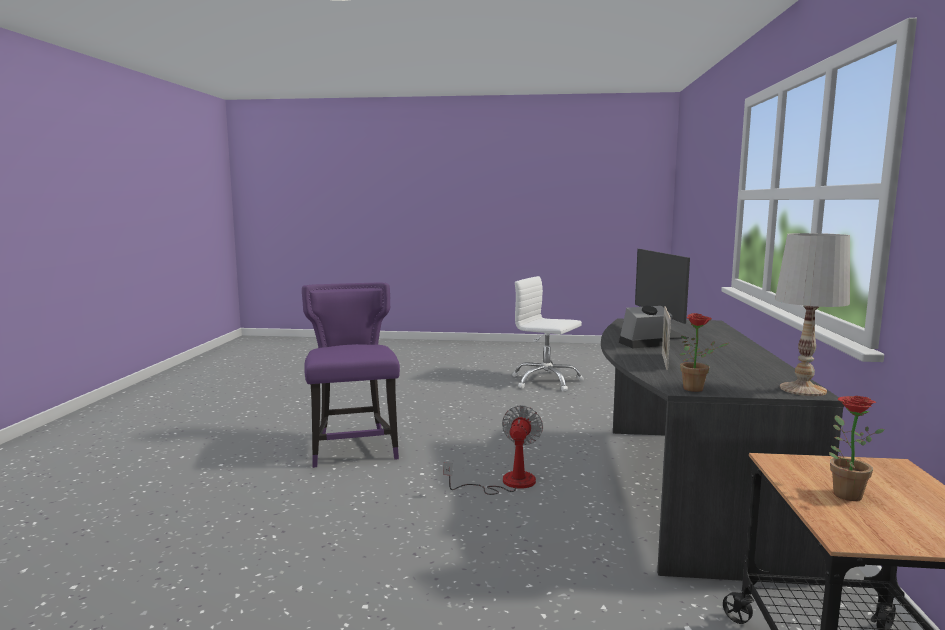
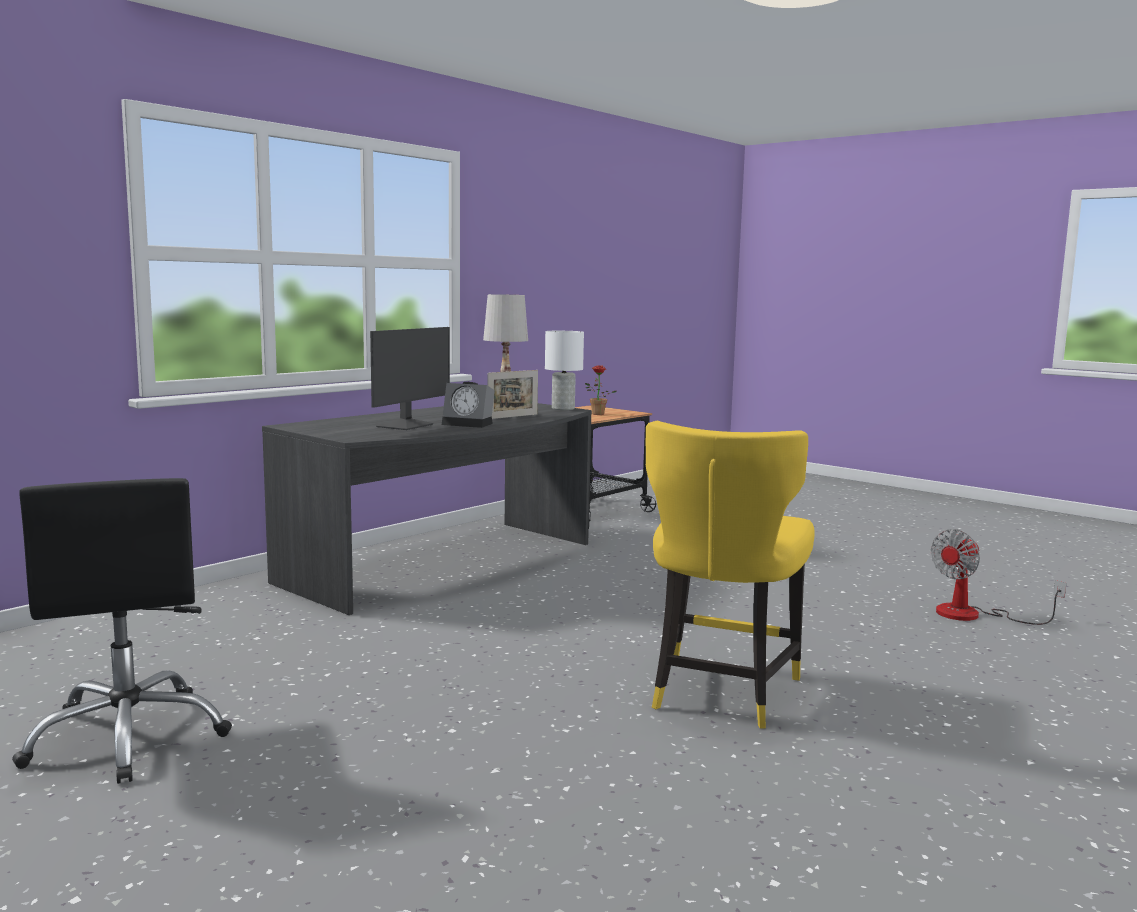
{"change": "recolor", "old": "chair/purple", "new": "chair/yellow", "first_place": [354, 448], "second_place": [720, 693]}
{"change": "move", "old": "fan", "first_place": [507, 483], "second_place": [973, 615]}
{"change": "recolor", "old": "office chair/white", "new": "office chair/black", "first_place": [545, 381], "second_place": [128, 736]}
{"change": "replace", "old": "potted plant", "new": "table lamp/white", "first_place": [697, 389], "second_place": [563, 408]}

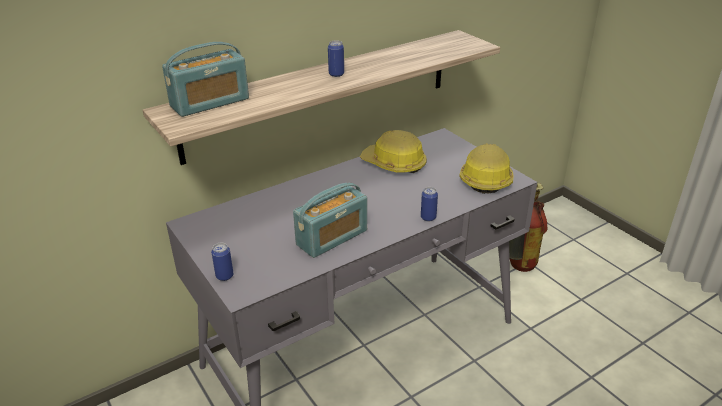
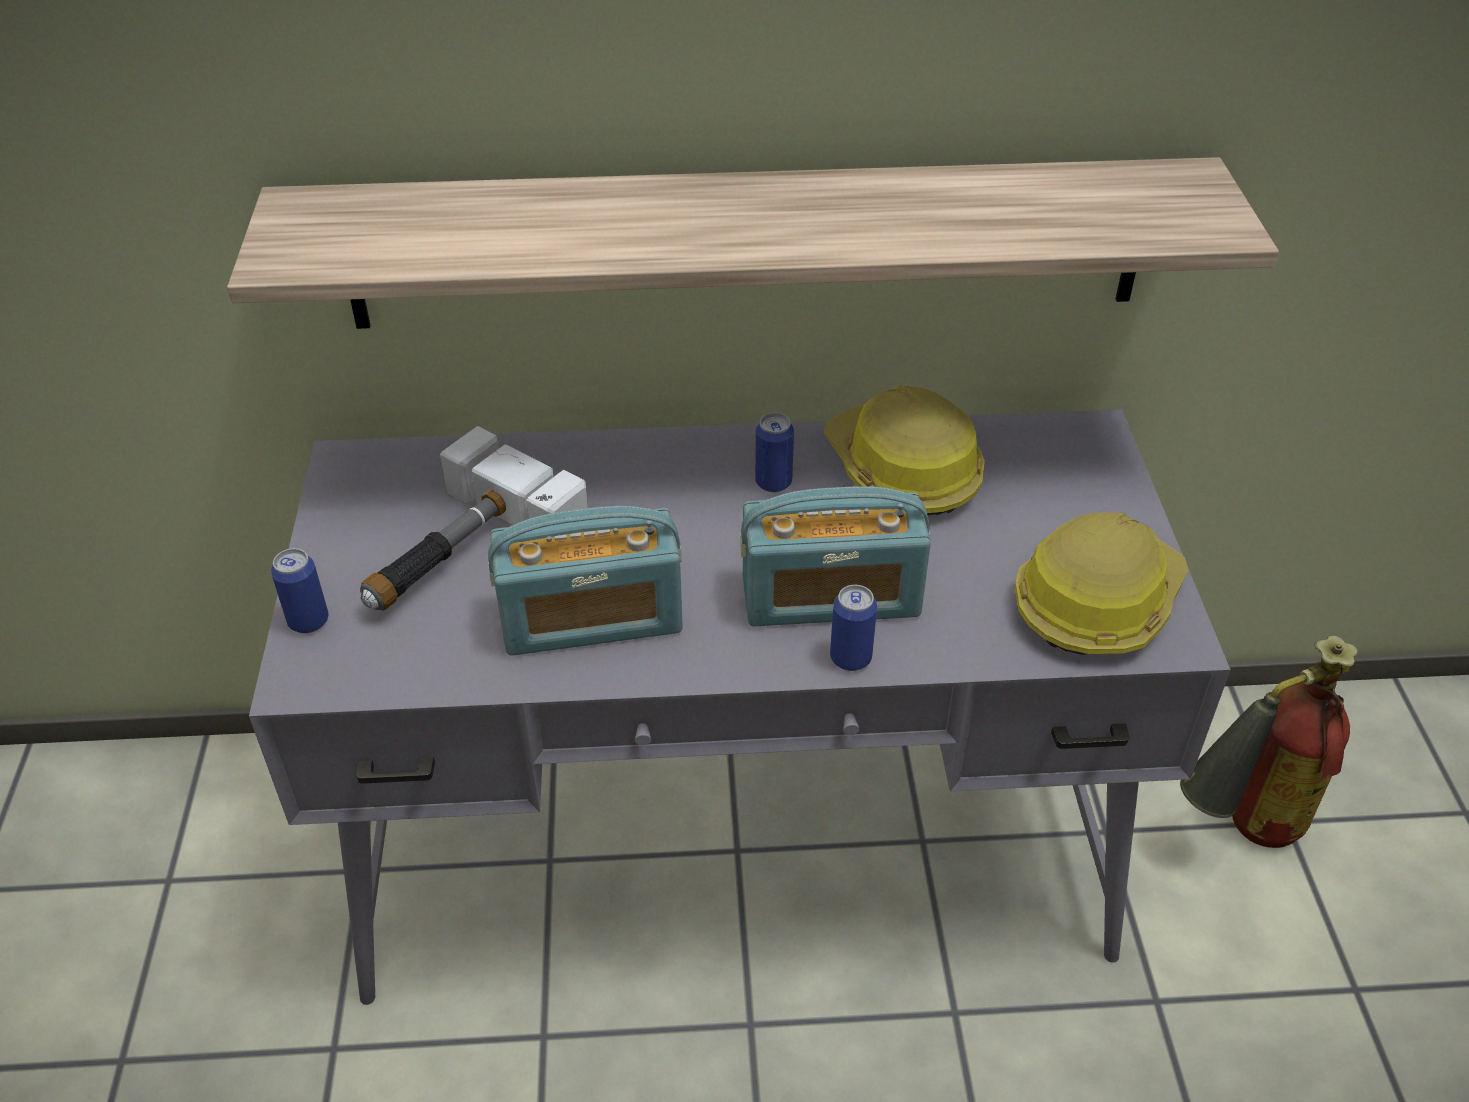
{"change": "move", "old": "radio", "first_place": [210, 103], "second_place": [830, 597]}
{"change": "move", "old": "can", "first_place": [336, 74], "second_place": [773, 482]}
{"change": "insert", "new": "hammer", "second_place": [461, 553]}

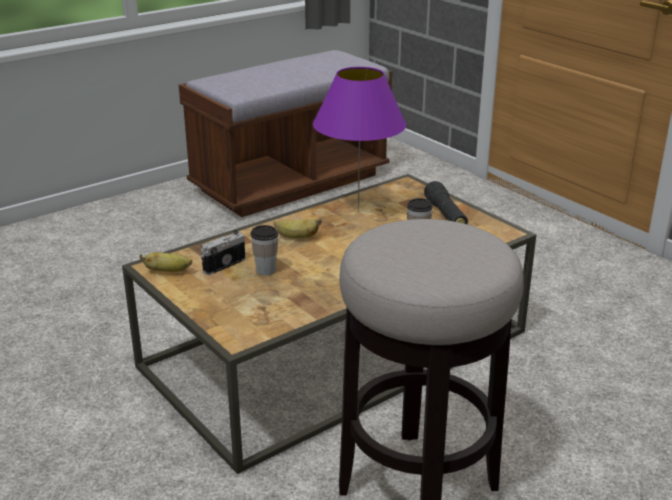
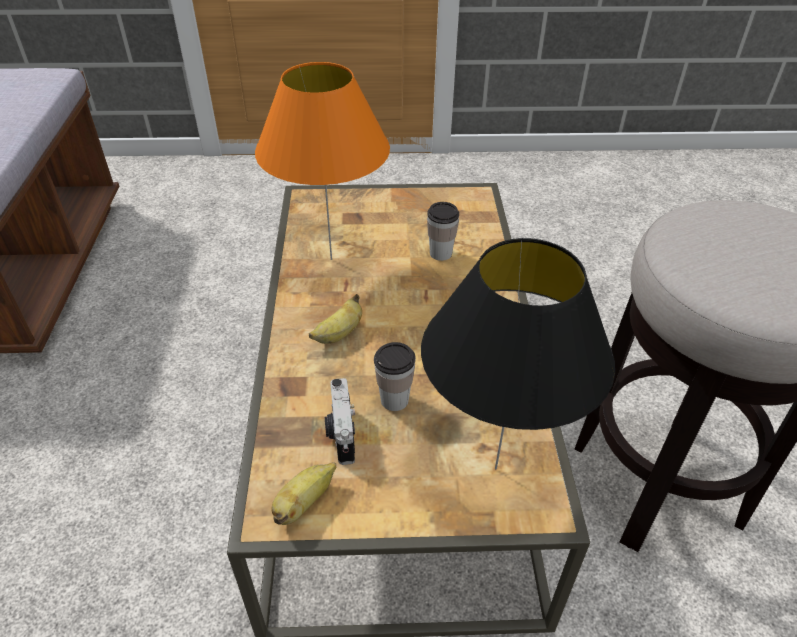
{"change": "recolor", "old": "table lamp/purple", "new": "table lamp/orange", "first_place": [358, 212], "second_place": [331, 259]}
{"change": "delete", "old": "flashlight/black", "first_place": [445, 215]}
{"change": "insert", "new": "table lamp/black", "second_place": [494, 468]}

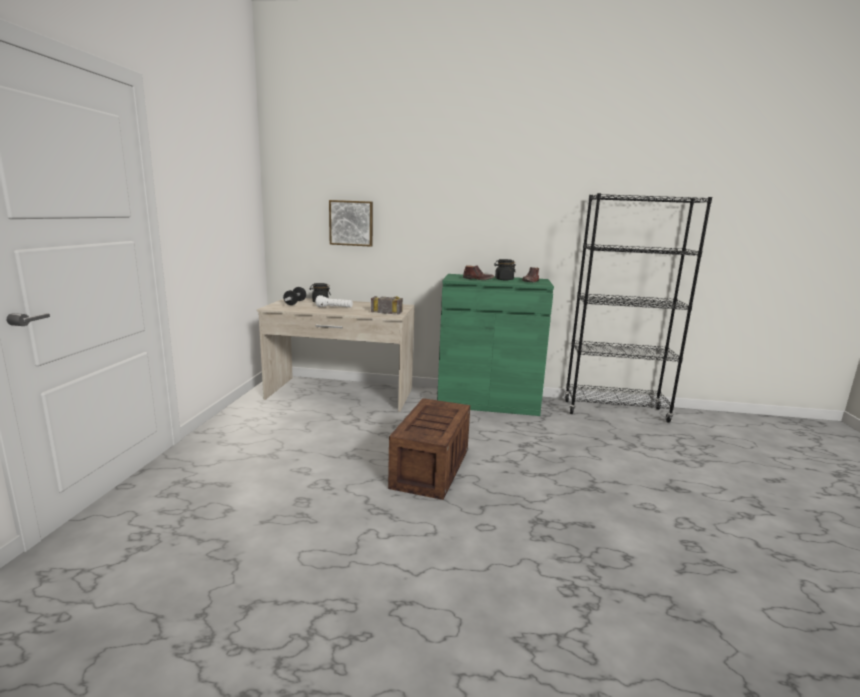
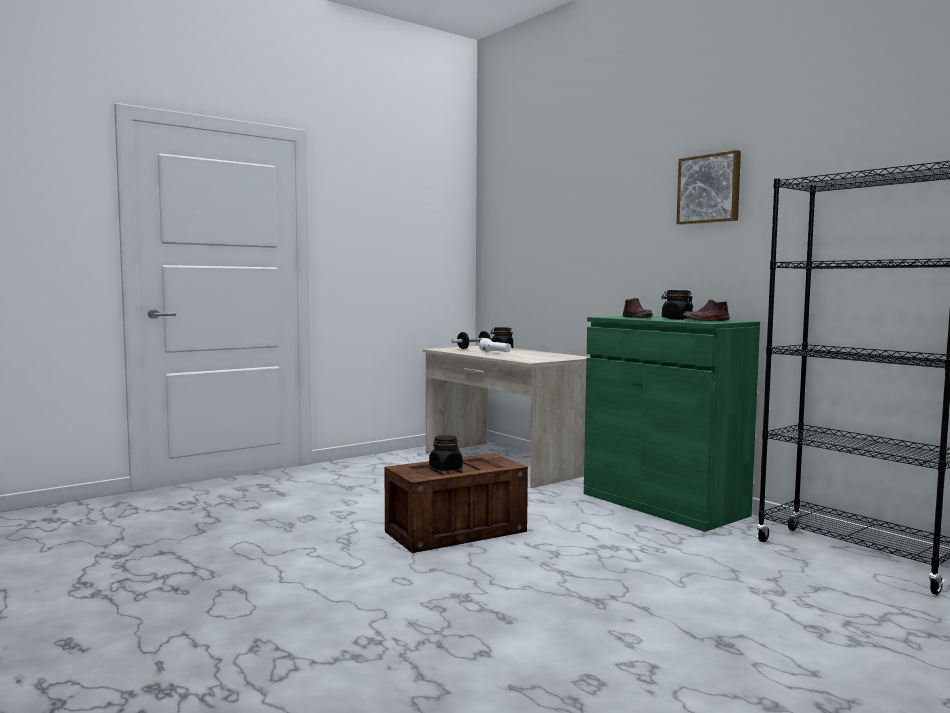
{"change": "move", "old": "picture", "first_place": [351, 223], "second_place": [709, 189]}
{"change": "delete", "old": "hammer", "first_place": [391, 309]}
{"change": "insert", "new": "jar/black", "second_place": [446, 468]}

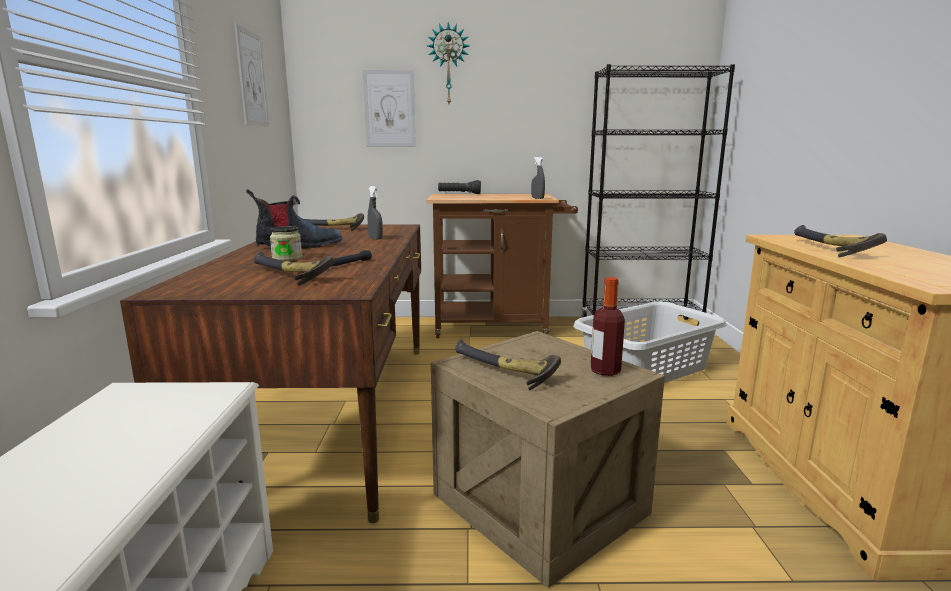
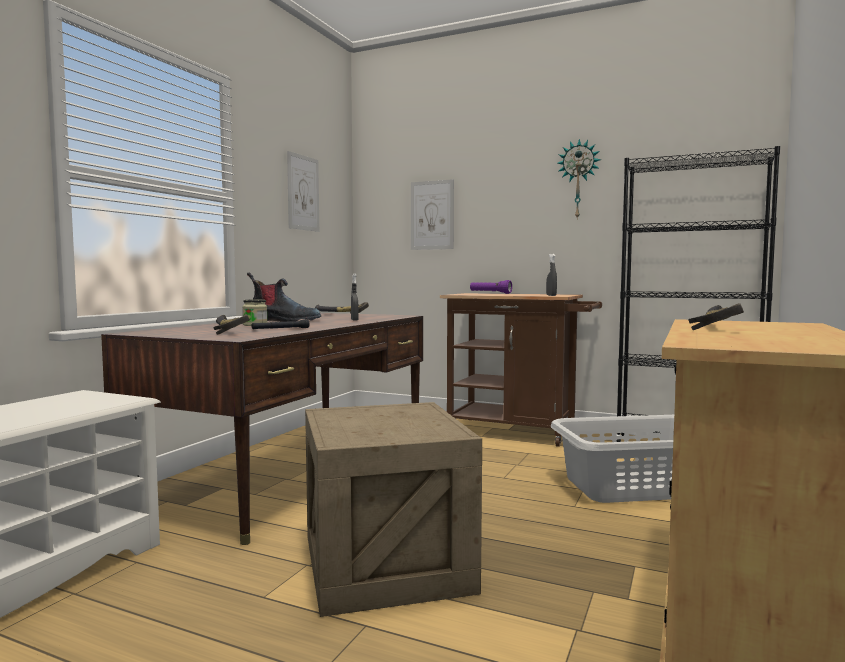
{"change": "move", "old": "wall clock", "first_place": [448, 65], "second_place": [578, 179]}
{"change": "recolor", "old": "flashlight/black", "new": "flashlight/purple", "first_place": [459, 193], "second_place": [490, 293]}
{"change": "delete", "old": "hammer", "first_place": [502, 372]}
{"change": "delete", "old": "bottle", "first_place": [605, 371]}

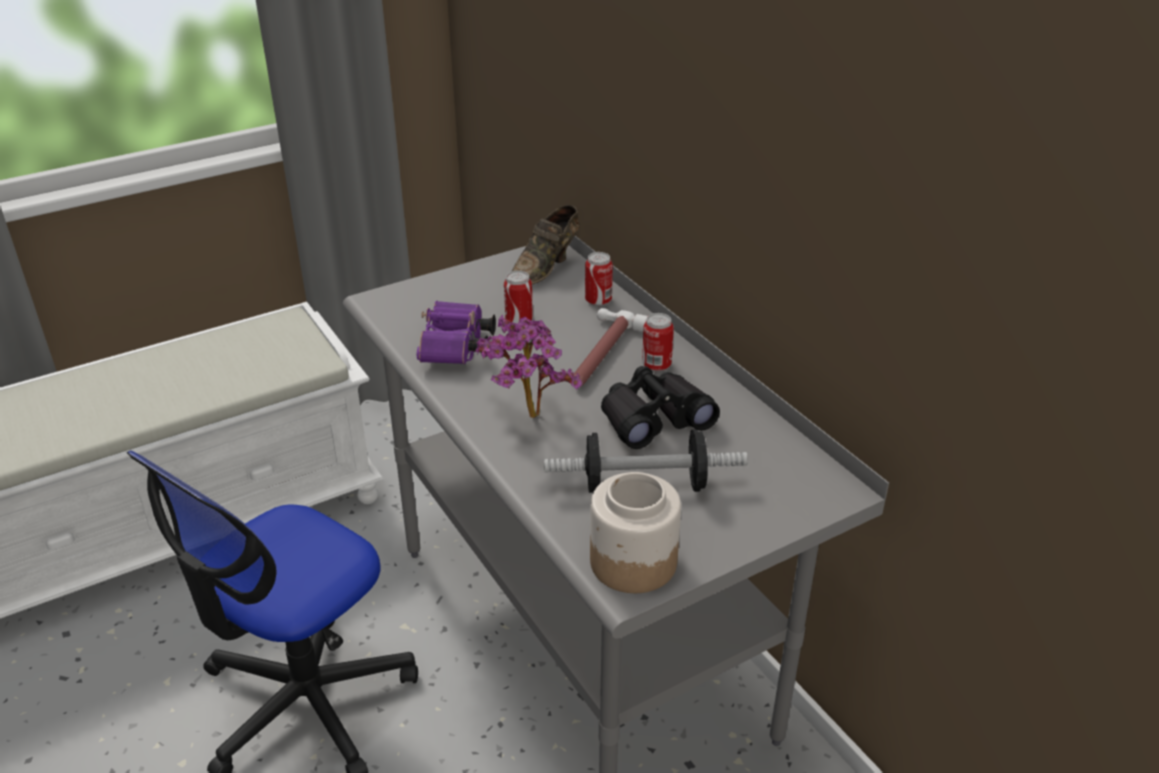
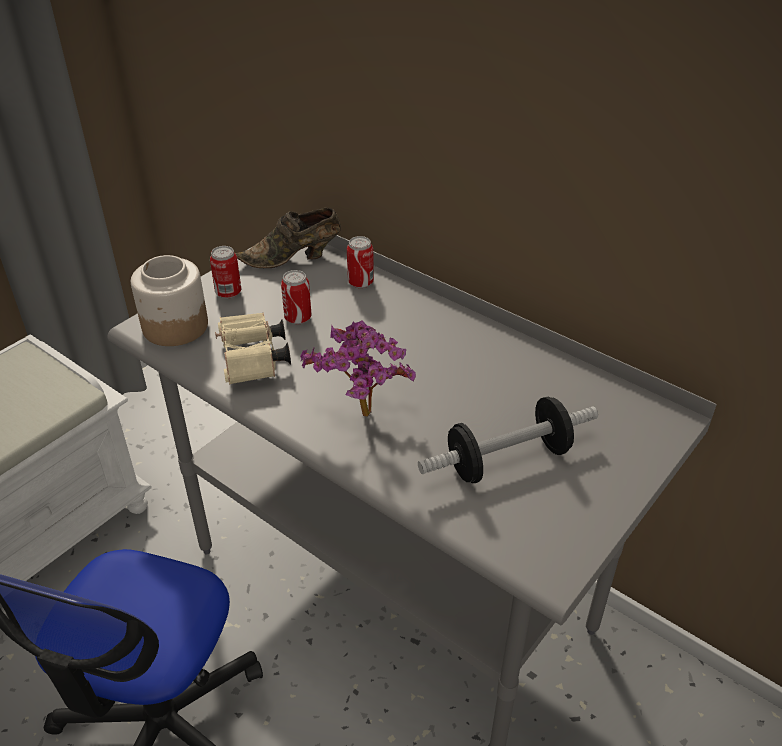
{"change": "recolor", "old": "binoculars/purple", "new": "binoculars/beige", "first_place": [456, 349], "second_place": [253, 362]}
{"change": "rotate", "old": "shoe/brown", "first_place": [546, 267], "second_place": [294, 259], "degrees": 60}
{"change": "delete", "old": "hammer", "first_place": [600, 354]}
{"change": "move", "old": "jar", "first_place": [632, 561], "second_place": [174, 326]}
{"change": "delete", "old": "binoculars/black", "first_place": [654, 419]}
{"change": "move", "old": "can", "first_place": [656, 365], "second_place": [228, 293]}

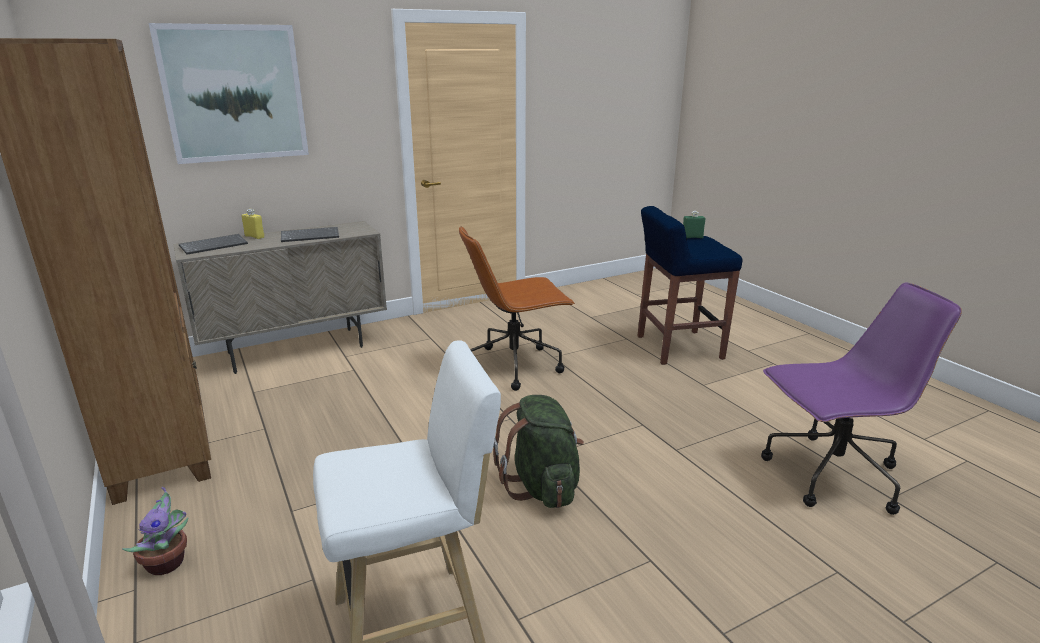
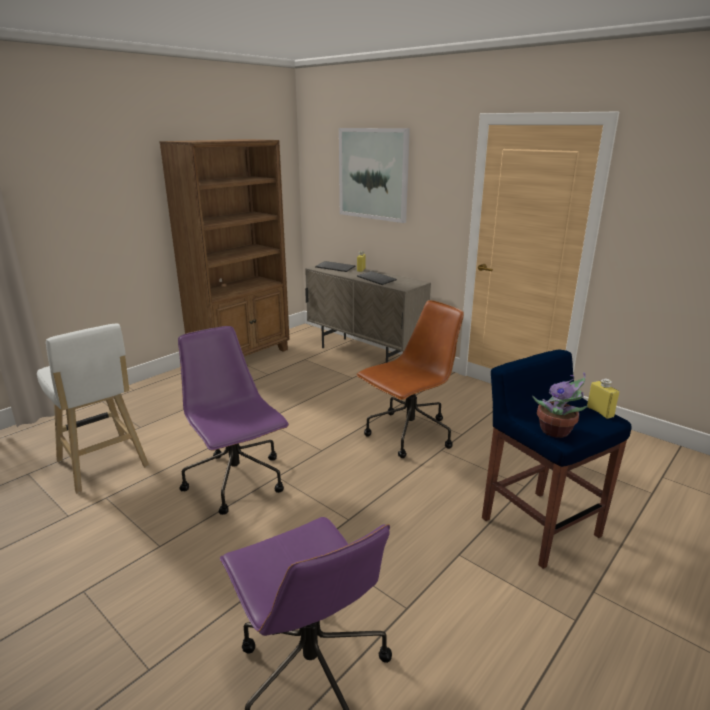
{"change": "move", "old": "potted plant", "first_place": [168, 563], "second_place": [556, 431]}
{"change": "rotate", "old": "office chair/brown", "first_place": [515, 365], "second_place": [408, 435], "degrees": 90}
{"change": "replace", "old": "backpack/green", "new": "office chair/purple", "first_place": [542, 486], "second_place": [237, 482]}
{"change": "recolor", "old": "bottle/green", "new": "bottle/yellow", "first_place": [692, 237], "second_place": [600, 412]}

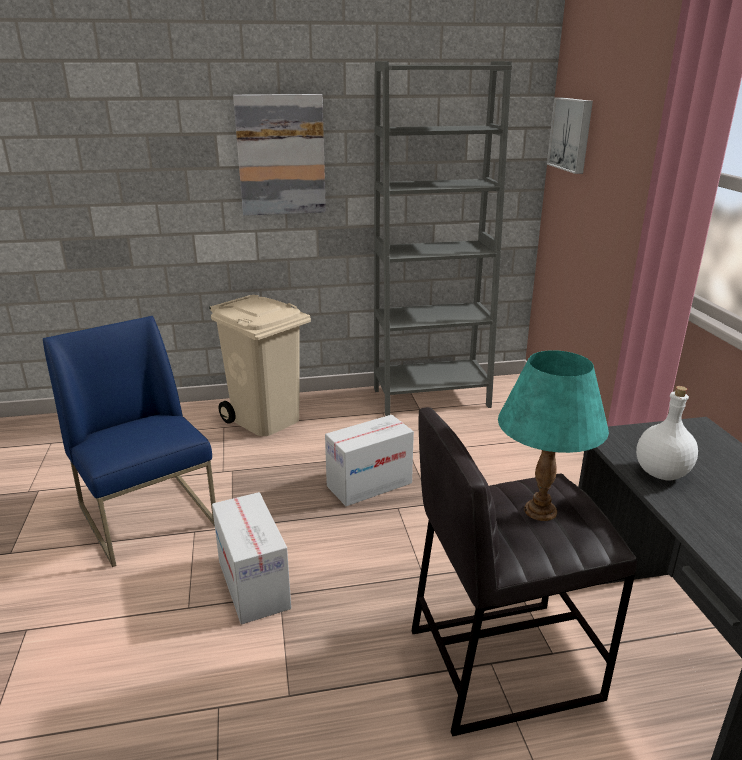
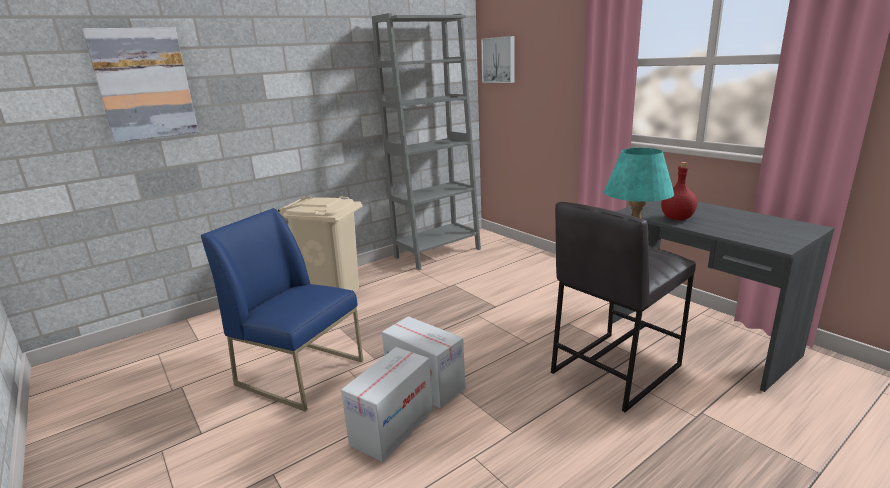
{"change": "move", "old": "picture", "first_place": [281, 155], "second_place": [144, 84]}
{"change": "move", "old": "cardboard box", "first_place": [369, 484], "second_place": [392, 427]}
{"change": "recolor", "old": "bottle/white", "new": "bottle/red", "first_place": [662, 474], "second_place": [677, 218]}

